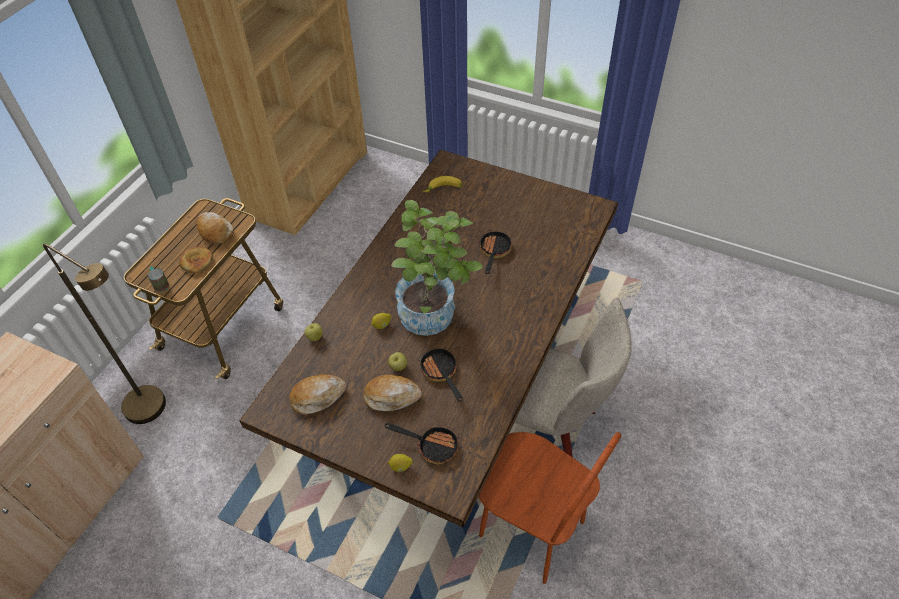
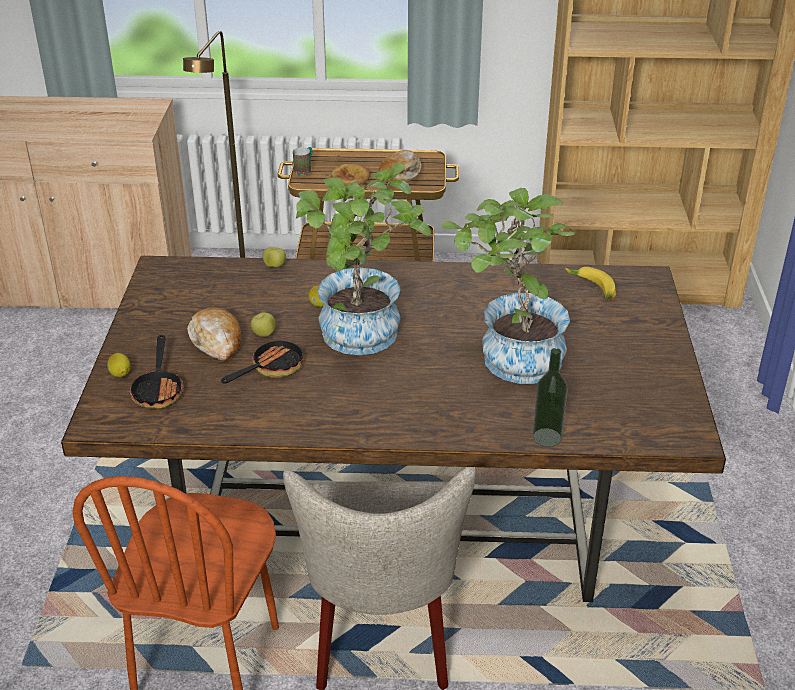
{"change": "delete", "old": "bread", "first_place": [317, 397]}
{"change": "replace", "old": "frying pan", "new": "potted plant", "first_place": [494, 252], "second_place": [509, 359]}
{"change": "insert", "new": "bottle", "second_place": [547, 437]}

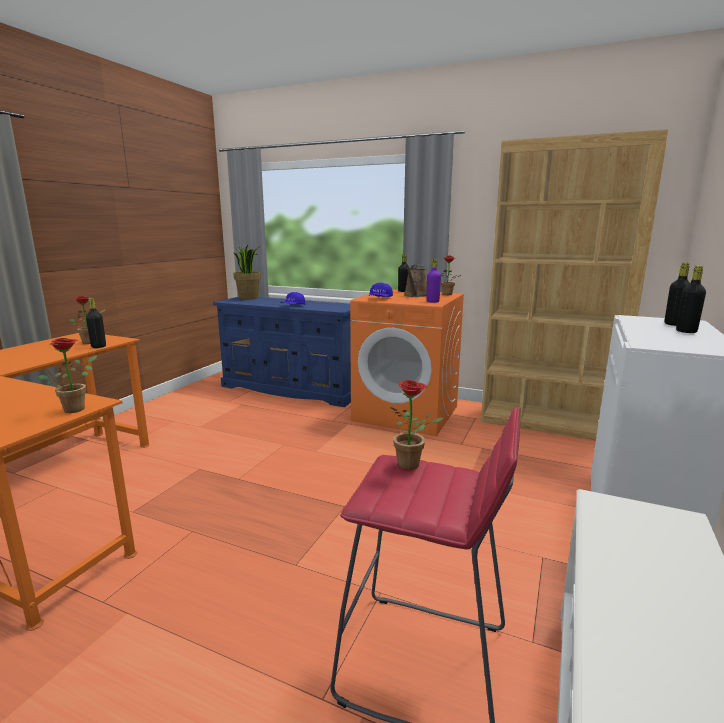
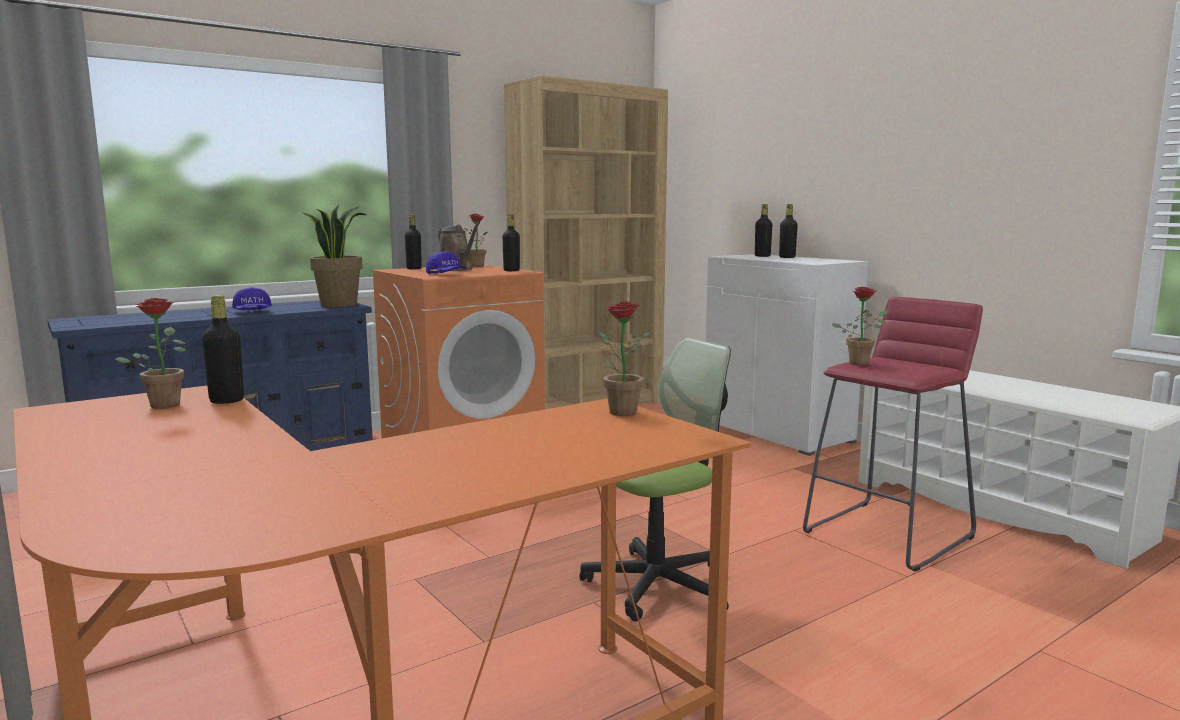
{"change": "move", "old": "potted plant", "first_place": [249, 298], "second_place": [339, 305]}
{"change": "recolor", "old": "bottle/purple", "new": "bottle/black", "first_place": [432, 301], "second_place": [511, 270]}
{"change": "insert", "new": "office chair", "second_place": [658, 585]}

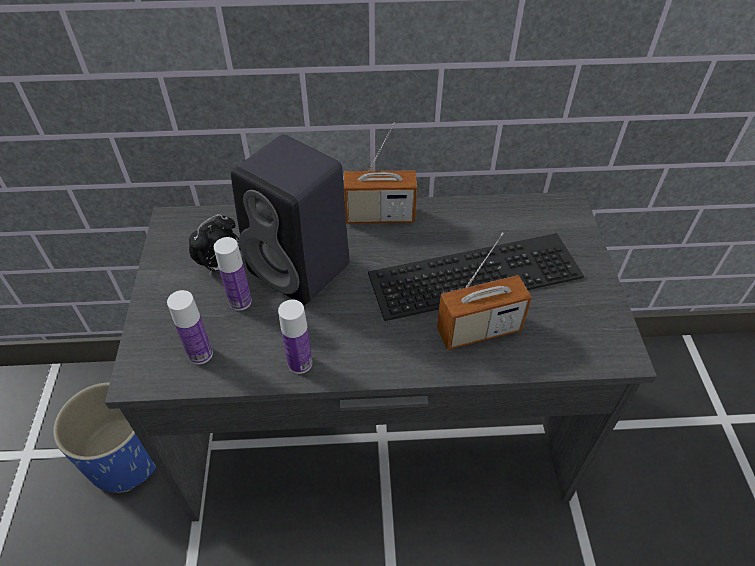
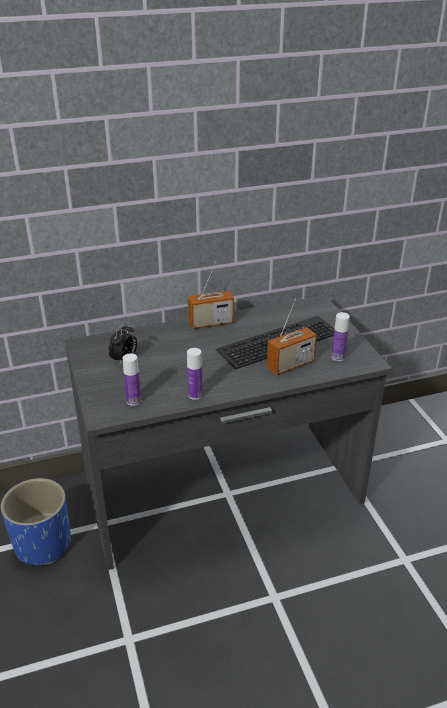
{"change": "move", "old": "bottle", "first_place": [240, 301], "second_place": [338, 357]}
{"change": "delete", "old": "speaker/black", "first_place": [302, 269]}

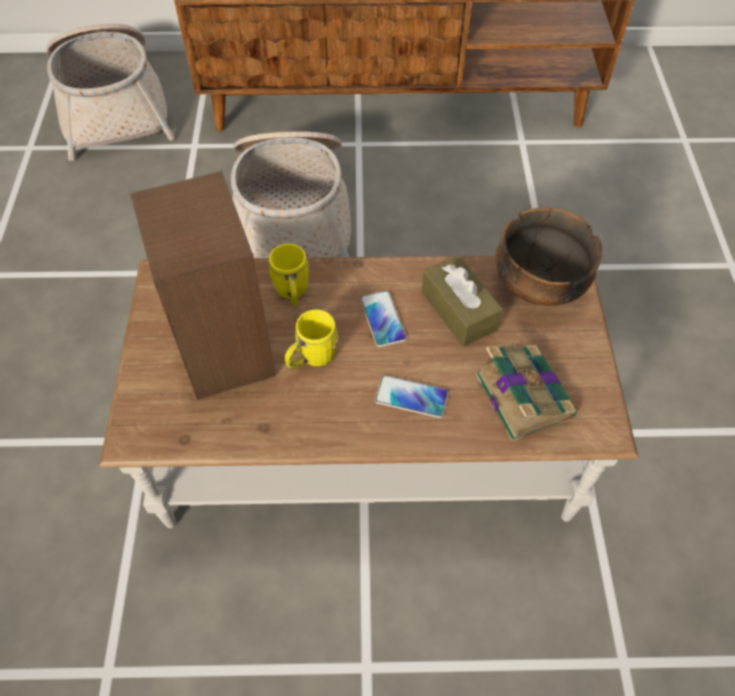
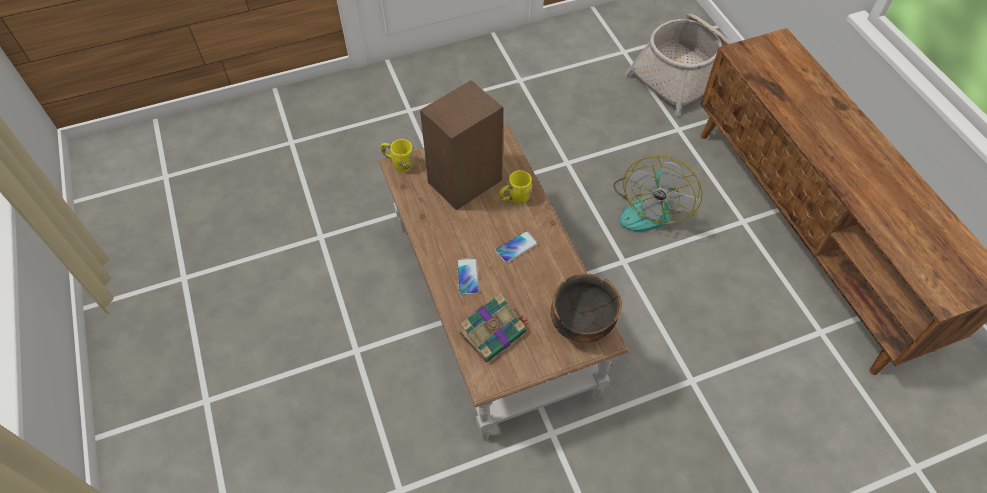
{"change": "replace", "old": "basket", "new": "fan", "first_place": [293, 214], "second_place": [650, 206]}
{"change": "move", "old": "mug/yellow", "first_place": [311, 358], "second_place": [399, 163]}
{"change": "delete", "old": "tissue box/brown", "first_place": [459, 311]}

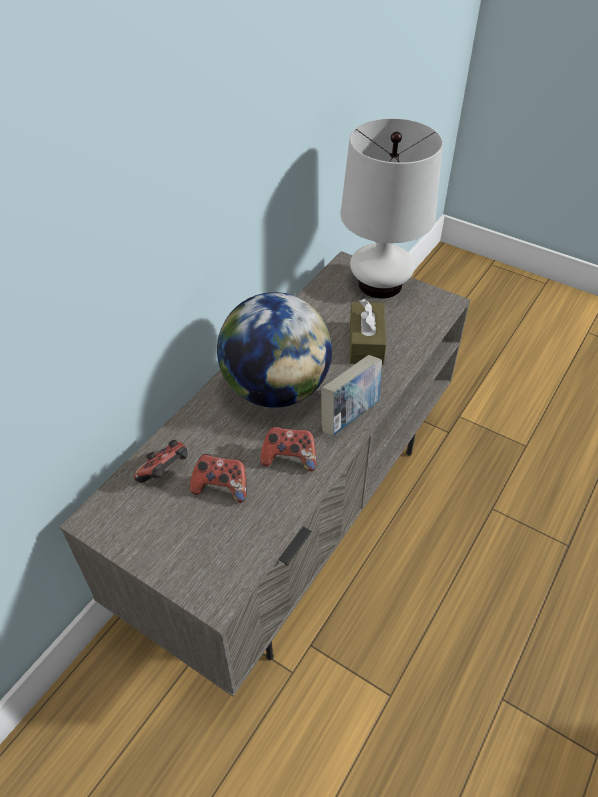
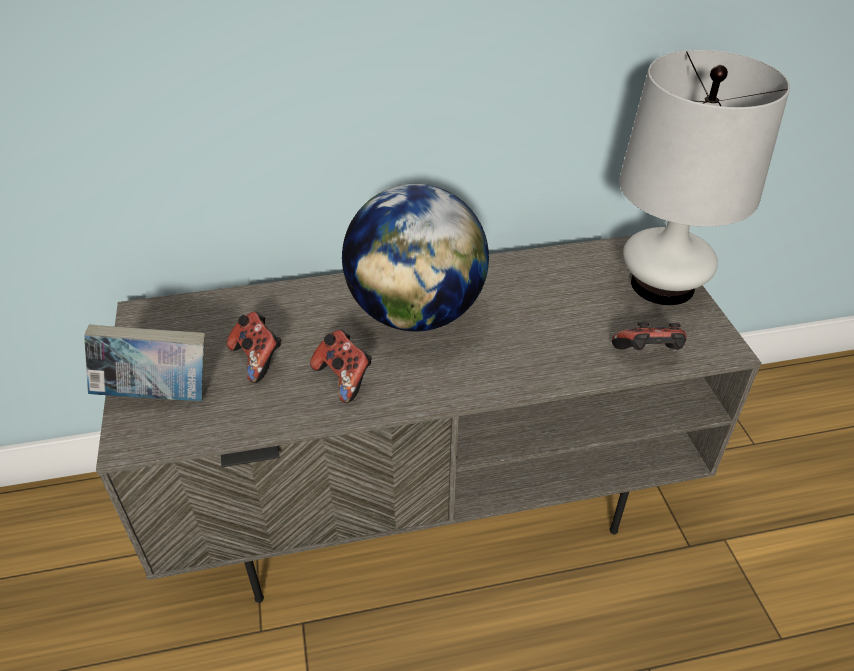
{"change": "move", "old": "game controller", "first_place": [165, 472], "second_place": [647, 355]}
{"change": "move", "old": "book", "first_place": [350, 416], "second_place": [158, 395]}
{"change": "delete", "old": "tissue box/brown", "first_place": [366, 343]}

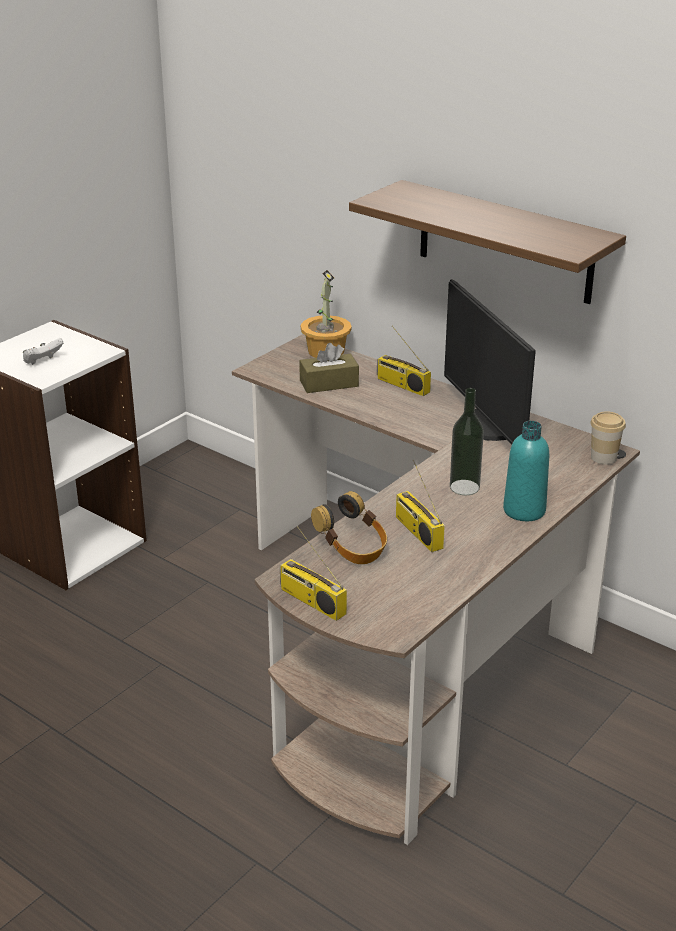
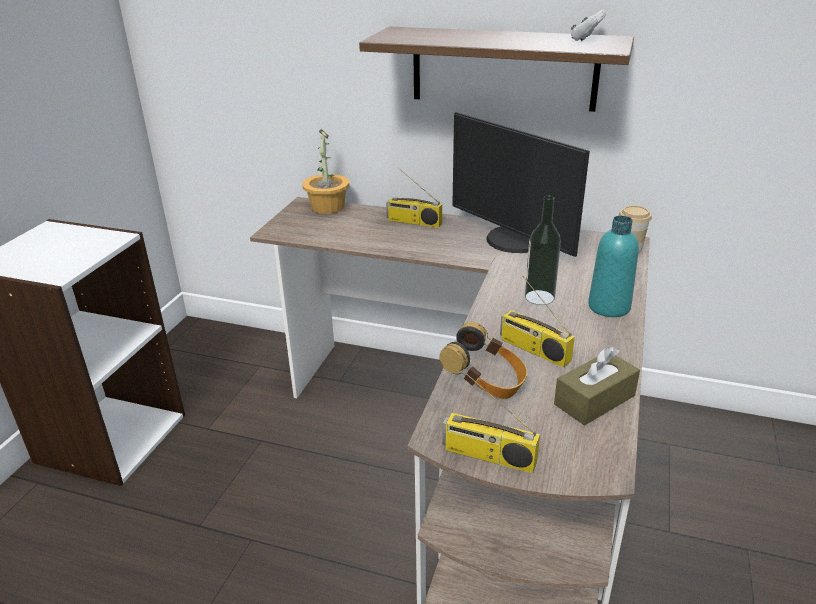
{"change": "move", "old": "game controller/white", "first_place": [42, 361], "second_place": [586, 39]}
{"change": "move", "old": "tissue box/brown", "first_place": [329, 383], "second_place": [594, 400]}

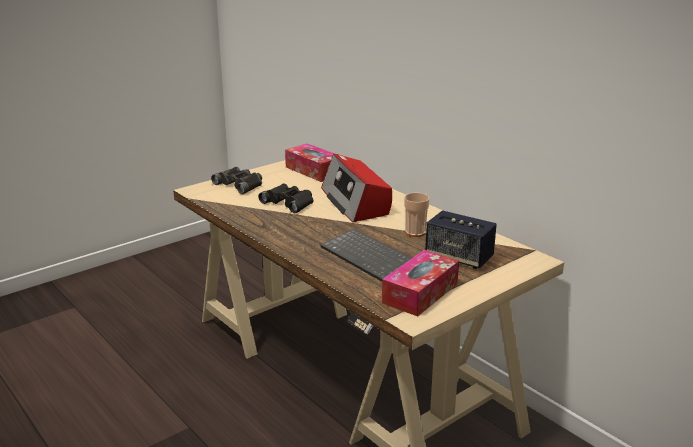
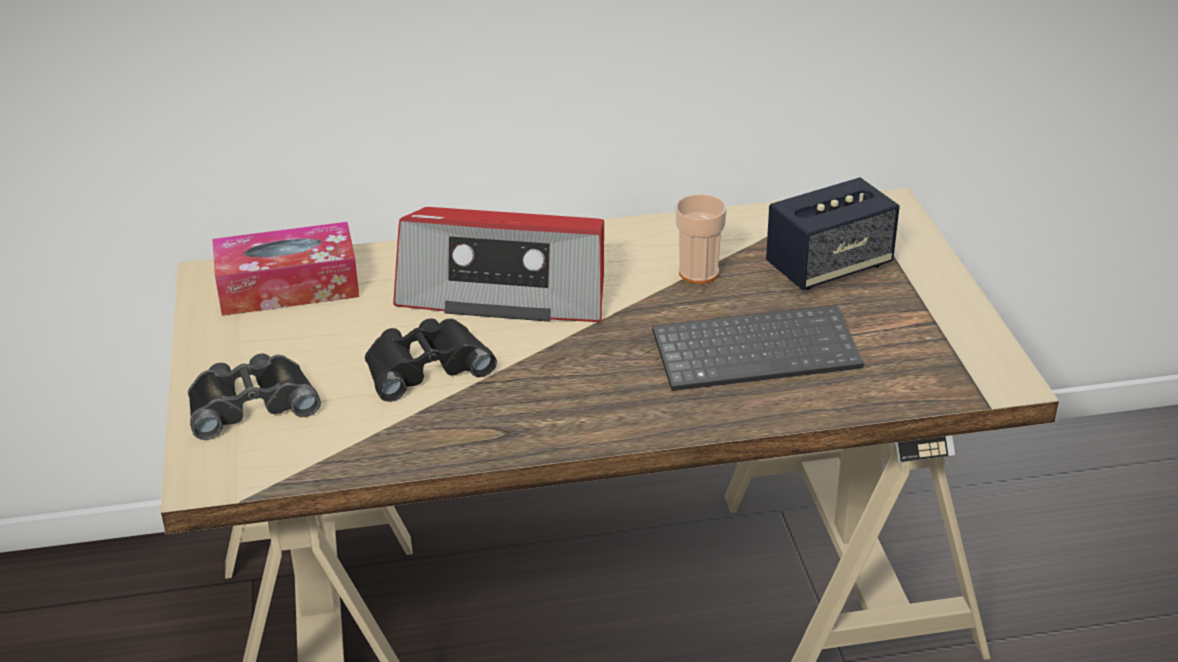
{"change": "delete", "old": "tissue box", "first_place": [420, 293]}

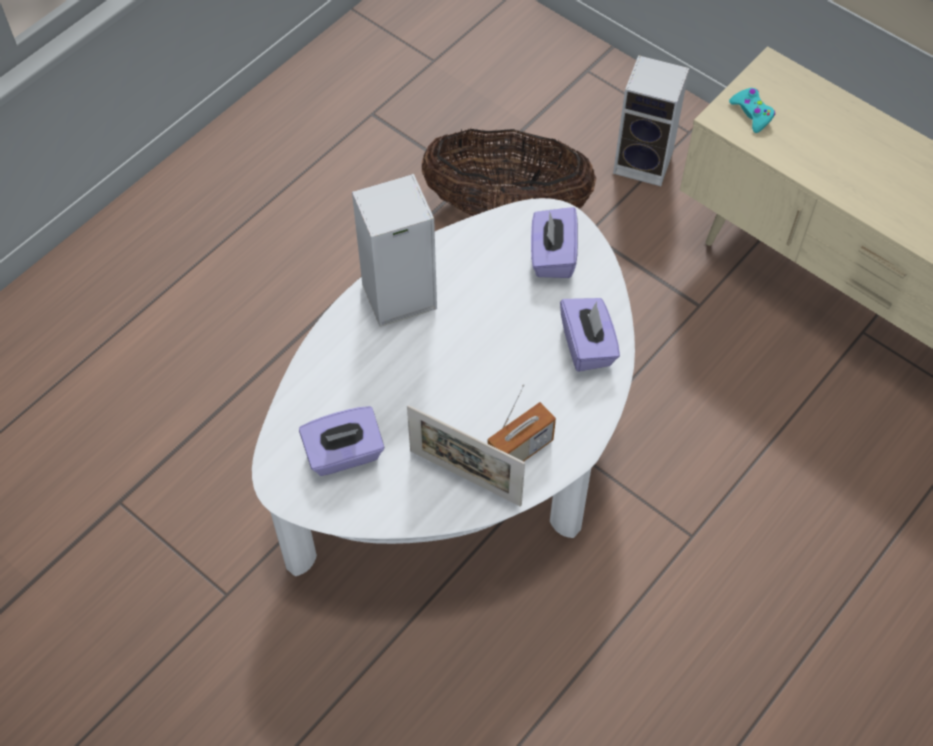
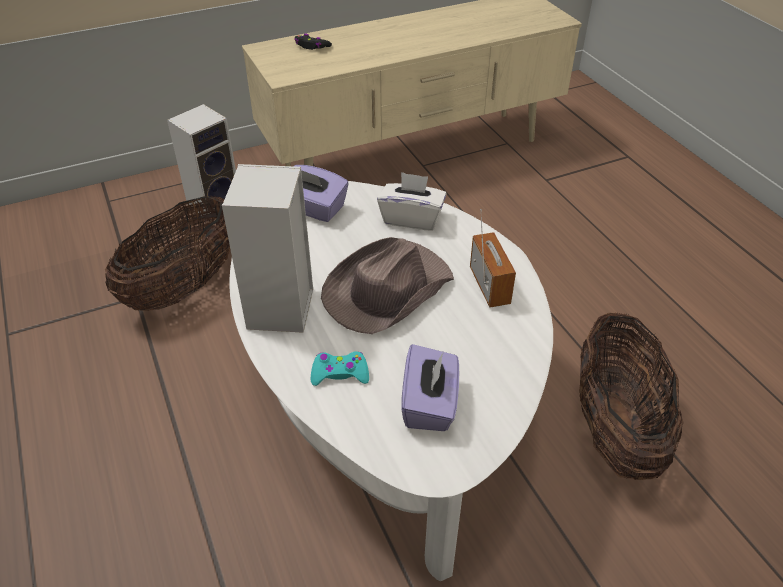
{"change": "delete", "old": "picture frame", "first_place": [465, 477]}
{"change": "recolor", "old": "tissue box/purple", "new": "tissue box/white", "first_place": [587, 346], "second_place": [412, 218]}
{"change": "move", "old": "game controller/turquoise", "first_place": [752, 113], "second_place": [340, 374]}
{"change": "insert", "new": "game controller/black", "second_place": [312, 46]}
{"change": "insert", "new": "hat/brown", "second_place": [387, 290]}
{"change": "insert", "new": "basket", "second_place": [614, 427]}

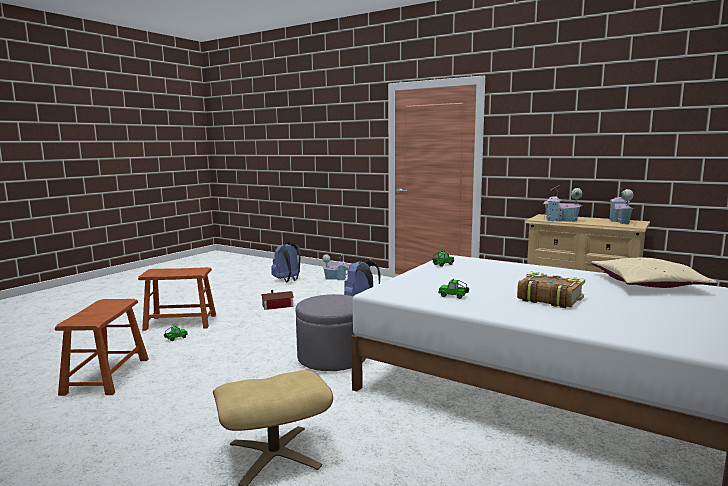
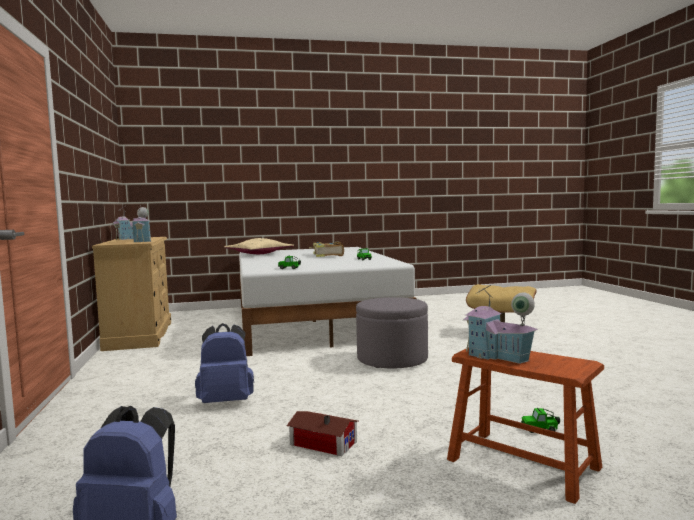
{"change": "delete", "old": "stool/brown", "first_place": [106, 376]}
{"change": "move", "old": "toy house", "first_place": [336, 278], "second_place": [497, 356]}

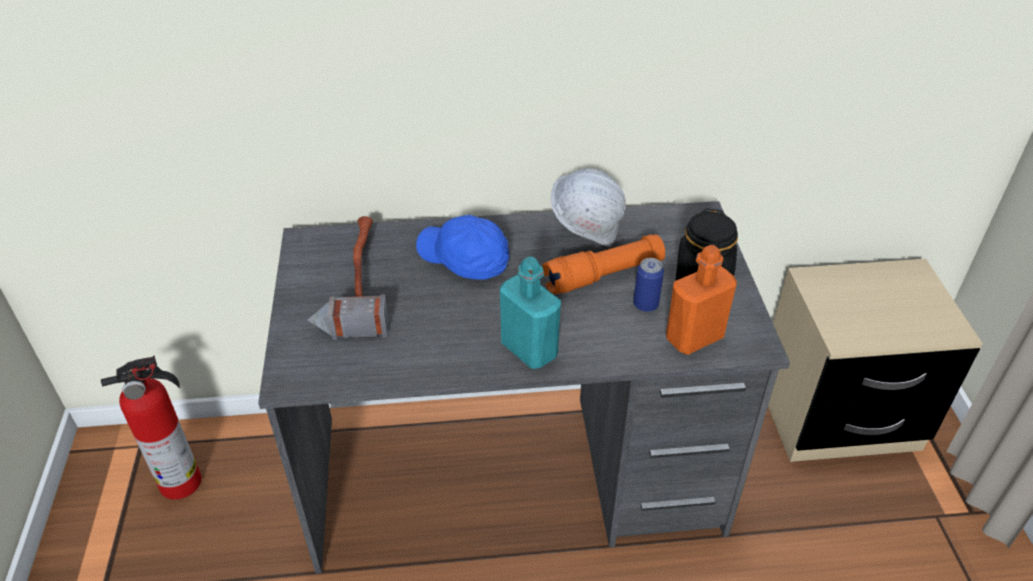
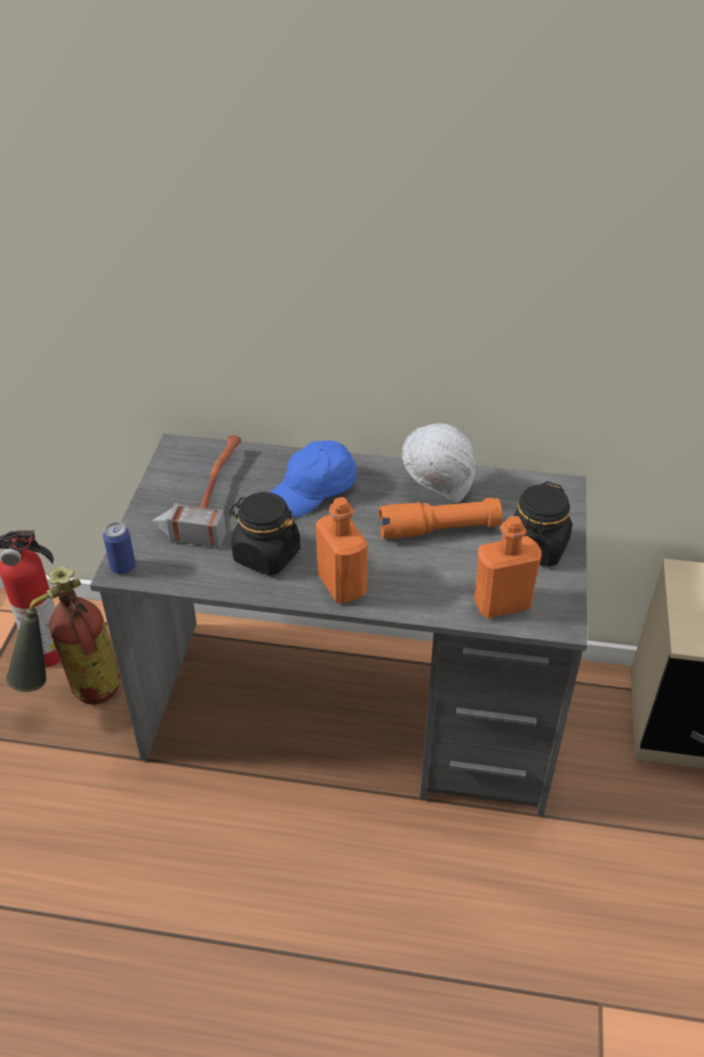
{"change": "rotate", "old": "cap/blue", "first_place": [463, 259], "second_place": [313, 491], "degrees": -90}
{"change": "recolor", "old": "bottle/turquoise", "new": "bottle/orange", "first_place": [529, 350], "second_place": [341, 585]}
{"change": "move", "old": "can", "first_place": [645, 304], "second_place": [123, 567]}
{"change": "insert", "new": "fire extinguisher", "second_place": [78, 698]}
{"change": "insert", "new": "jar/black", "second_place": [266, 555]}

